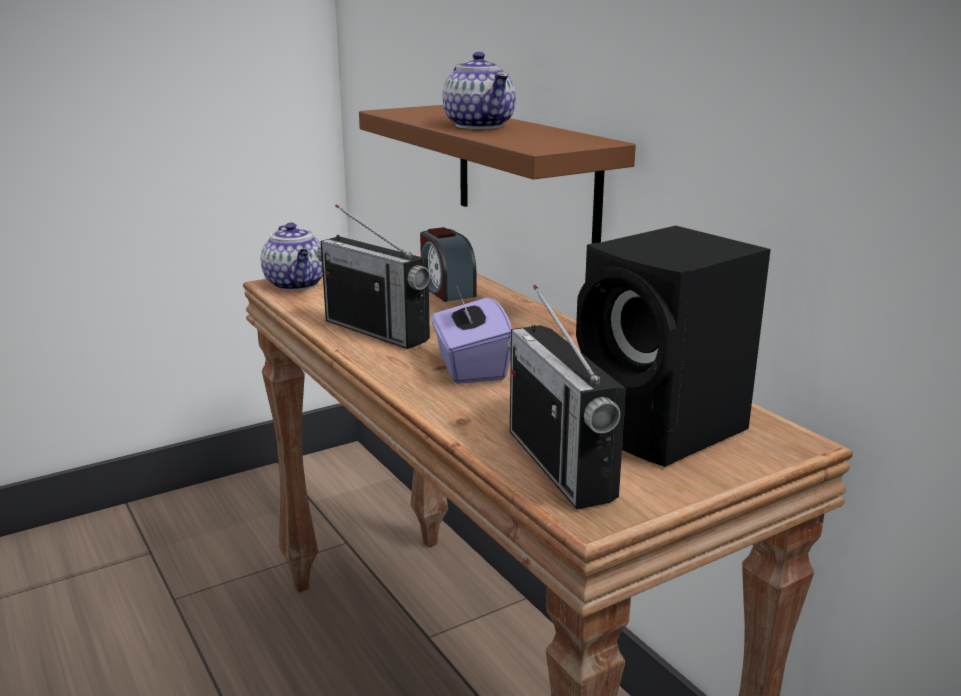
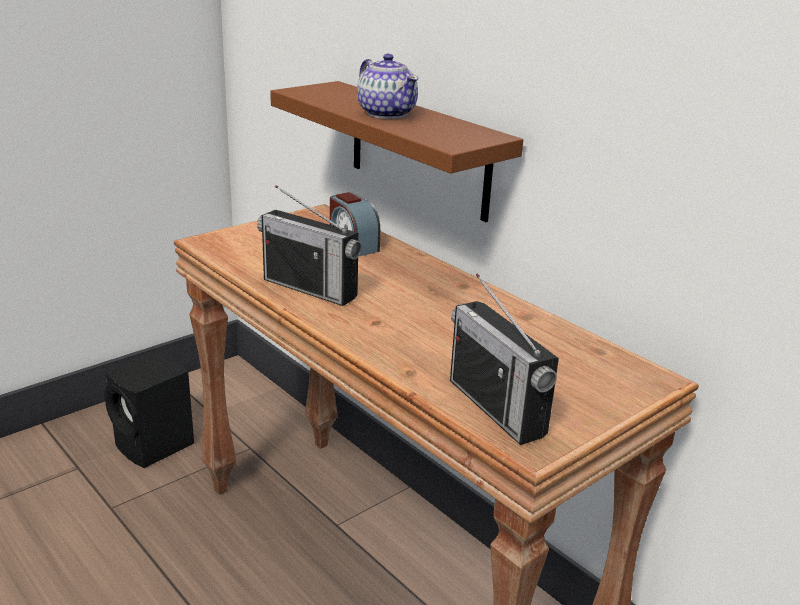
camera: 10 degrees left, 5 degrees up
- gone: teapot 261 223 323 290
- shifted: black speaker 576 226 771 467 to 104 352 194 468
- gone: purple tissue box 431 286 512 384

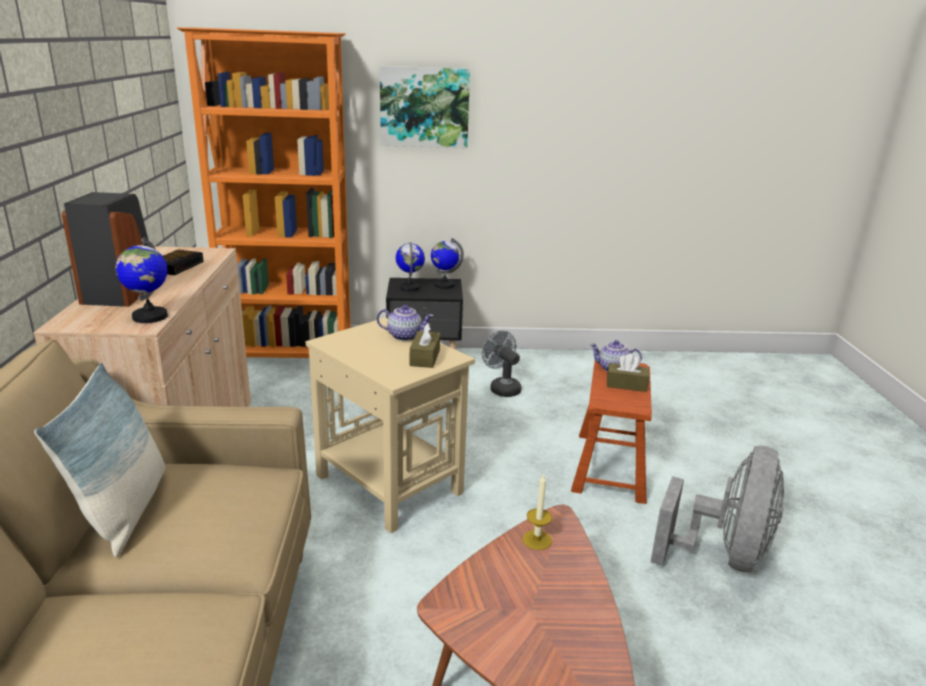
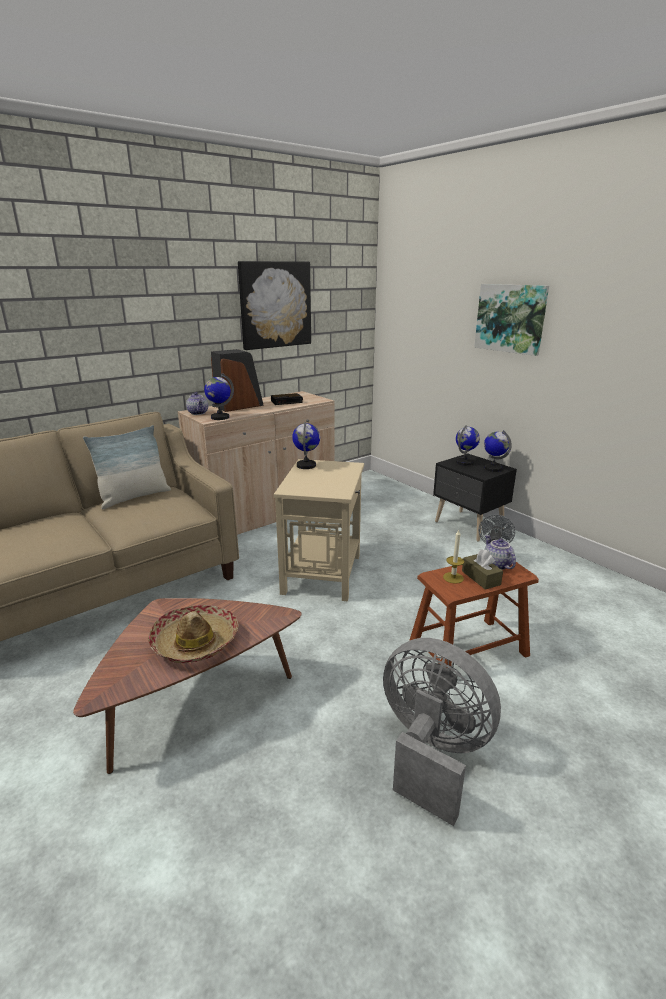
camera: 55 degrees right, 0 degrees up
- gone: orange bookcase 177 27 351 358
- shifted: teapot 377 305 433 341 to 186 392 208 415
- gone: brown tissue box 410 323 440 368
- rotated: grey fan 651 446 784 572 = 383 638 501 826 135 degrees counterclockwise
- shifted: candle 522 473 552 550 to 443 530 464 584
- new: picture 238 261 311 350
- new: globe 292 422 320 469
- new: hat 148 605 239 663

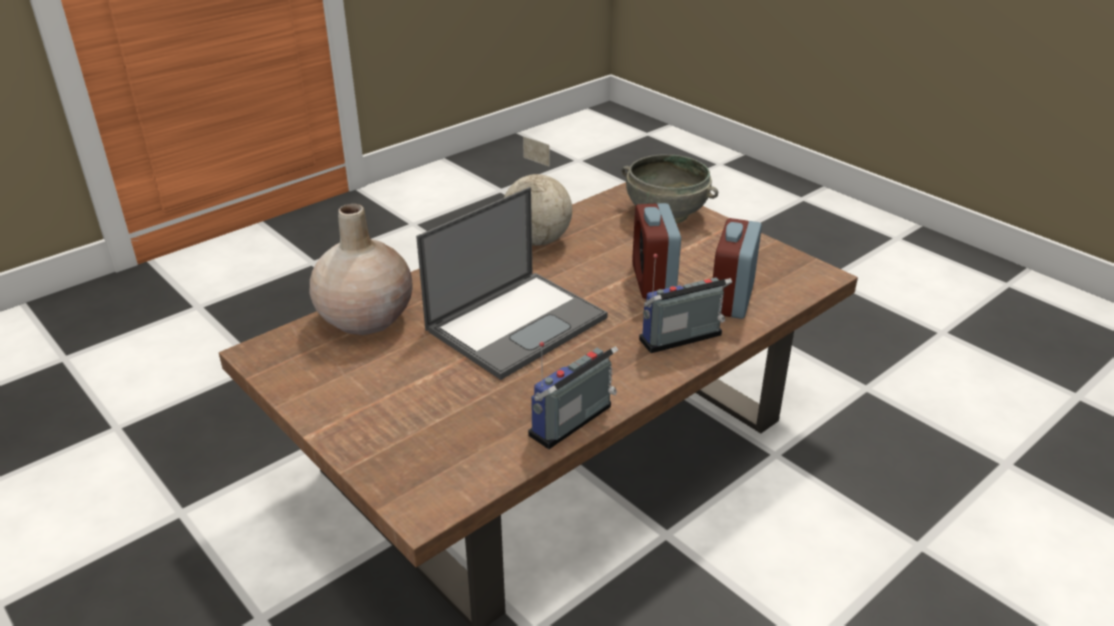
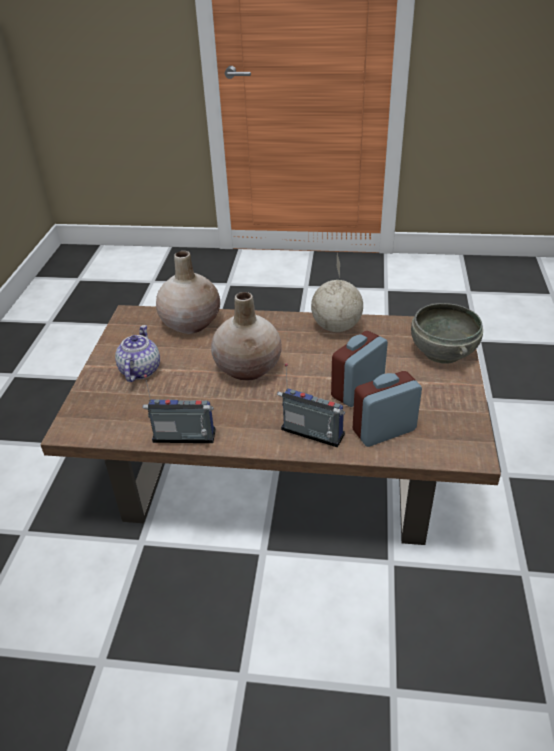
camera: 50 degrees right, 5 degrees up
- swapped: laptop 416 187 608 380 to beige vase 211 292 282 381
- new: teapot 115 325 160 382

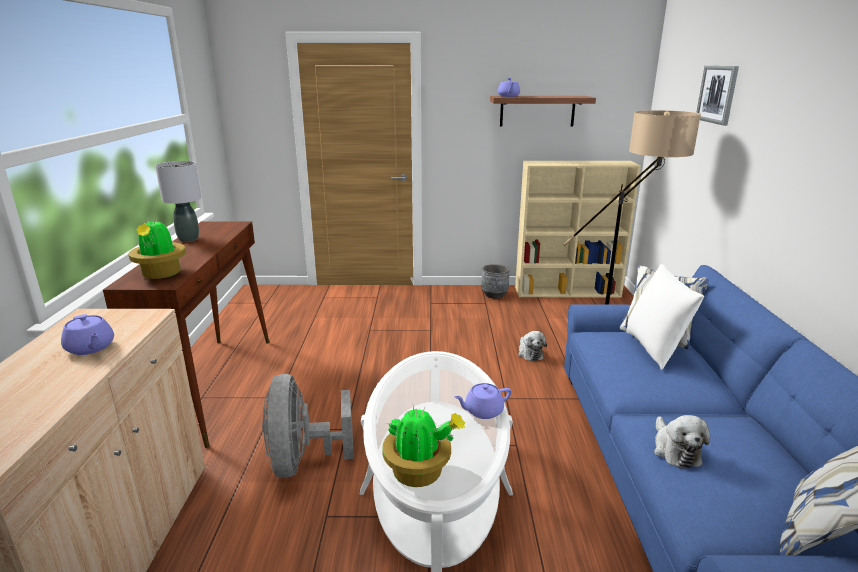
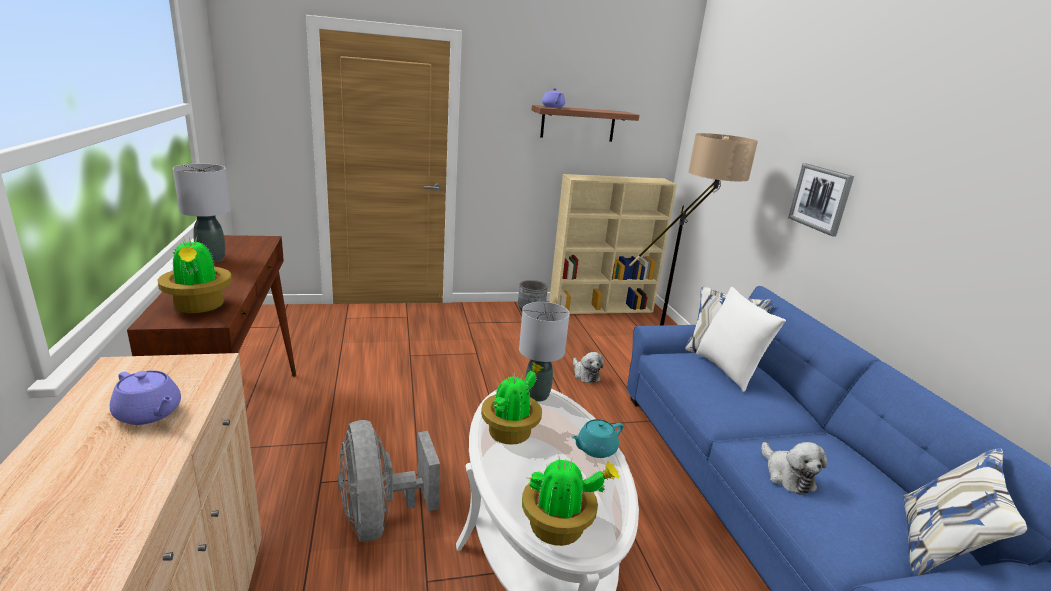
camera: 15 degrees left, 0 degrees up
- shifted: picture 696 66 739 125 to 788 163 854 237
- repainted: purple teapot 454 383 512 419 to turquoise teapot 572 419 623 458
- new: grey table lamp 519 302 570 402
- new: potted plant 481 362 544 445

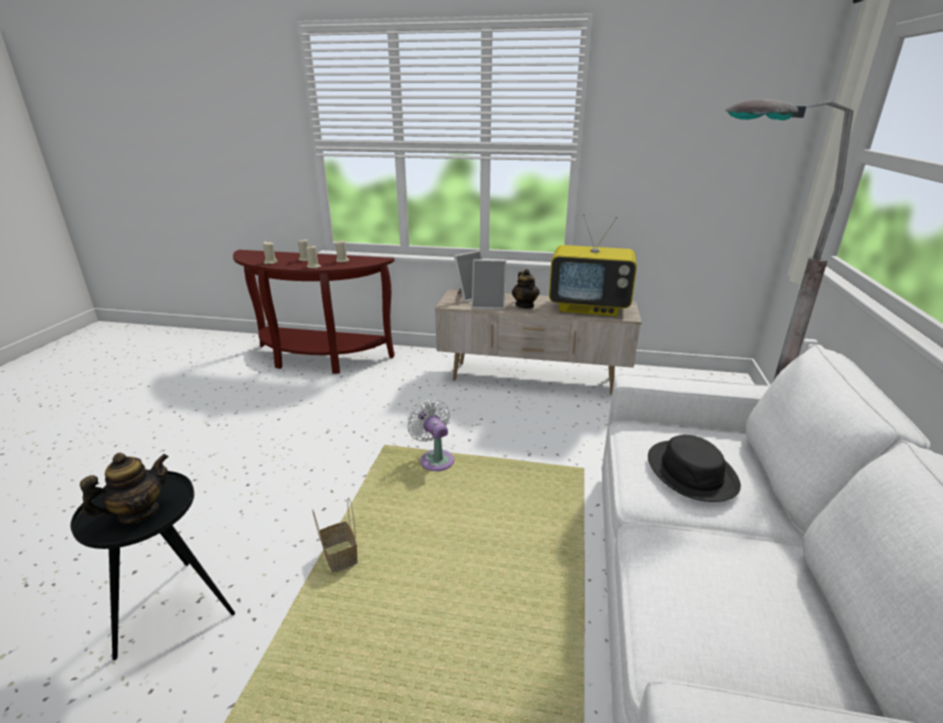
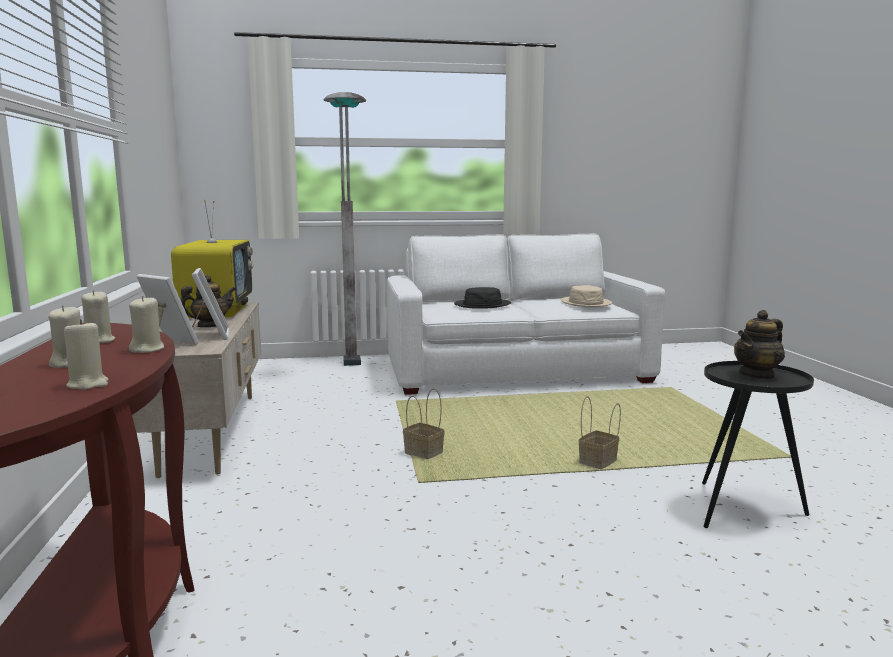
camera: 110 degrees left, 15 degrees down
- swapped: white fan 407 399 454 471 to basket 403 388 444 459
- rotated: teapot 80 452 168 524 = 734 310 785 380 60 degrees counterclockwise
- new: beige hat 561 285 612 307

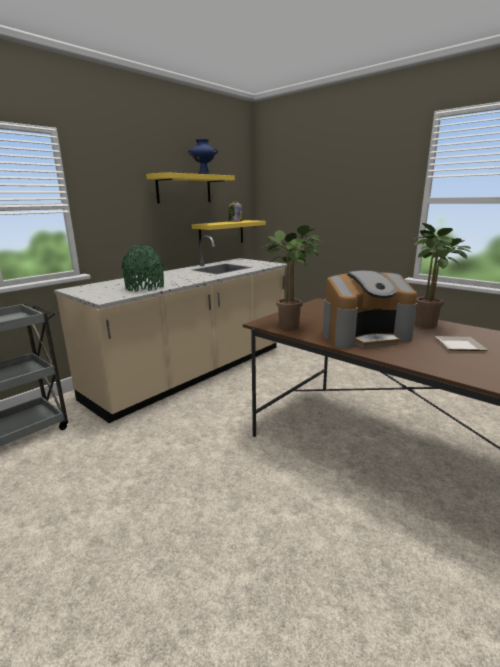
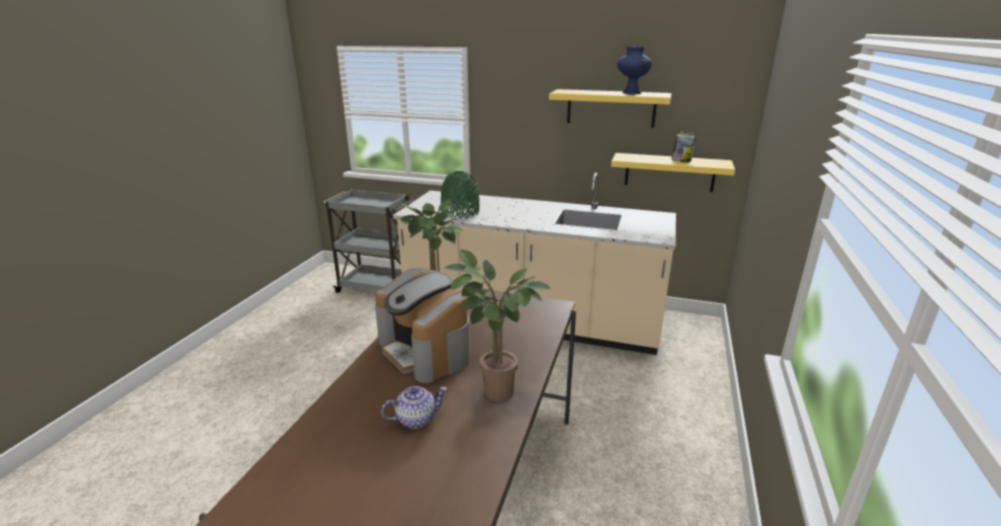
camera: 65 degrees right, 5 degrees up
- swapped: plate 435 336 488 351 to teapot 381 386 447 429

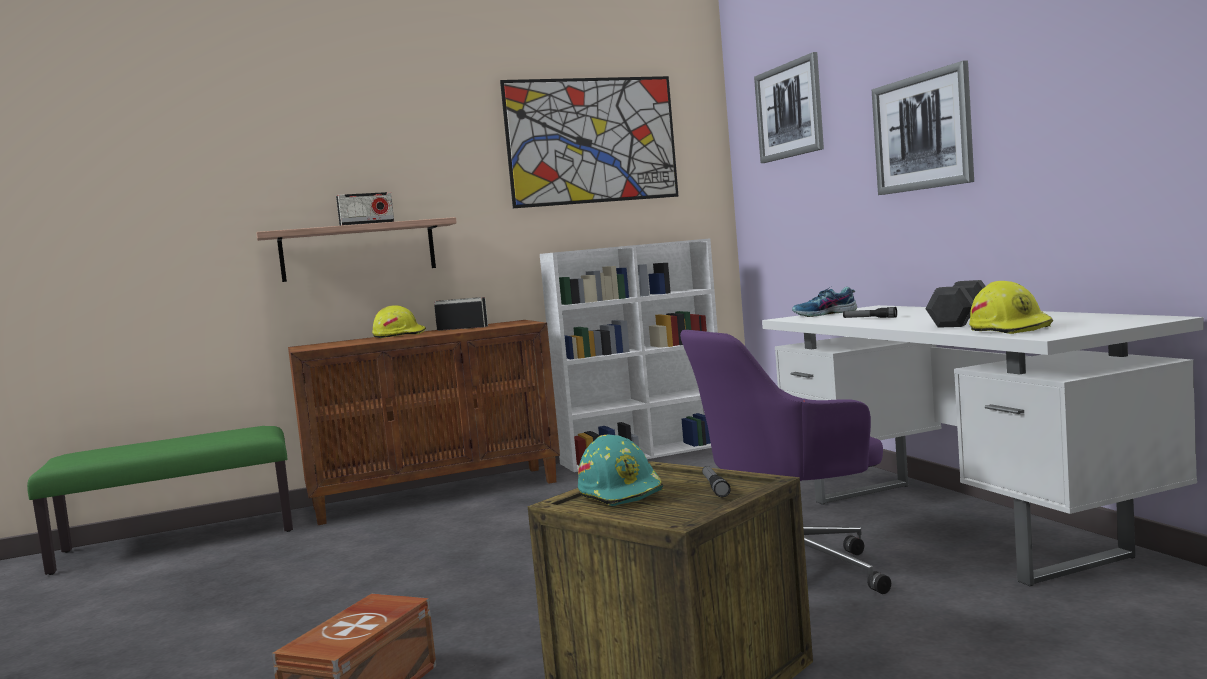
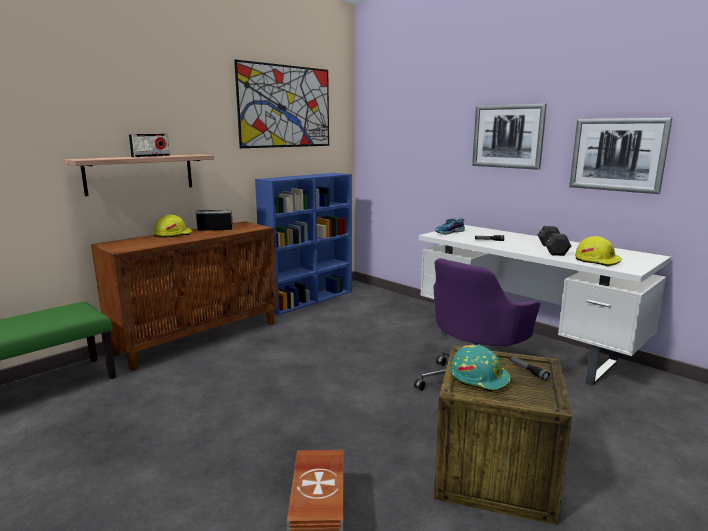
camera: 25 degrees left, 10 degrees up
- shifted: picture 754 52 824 163 to 569 118 672 194
- repainted: white bookcase 540 238 718 472 to blue bookcase 255 173 352 315

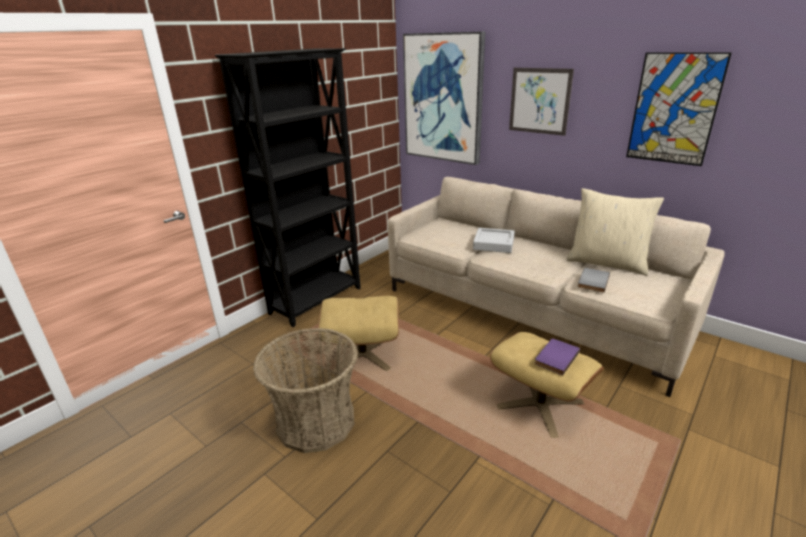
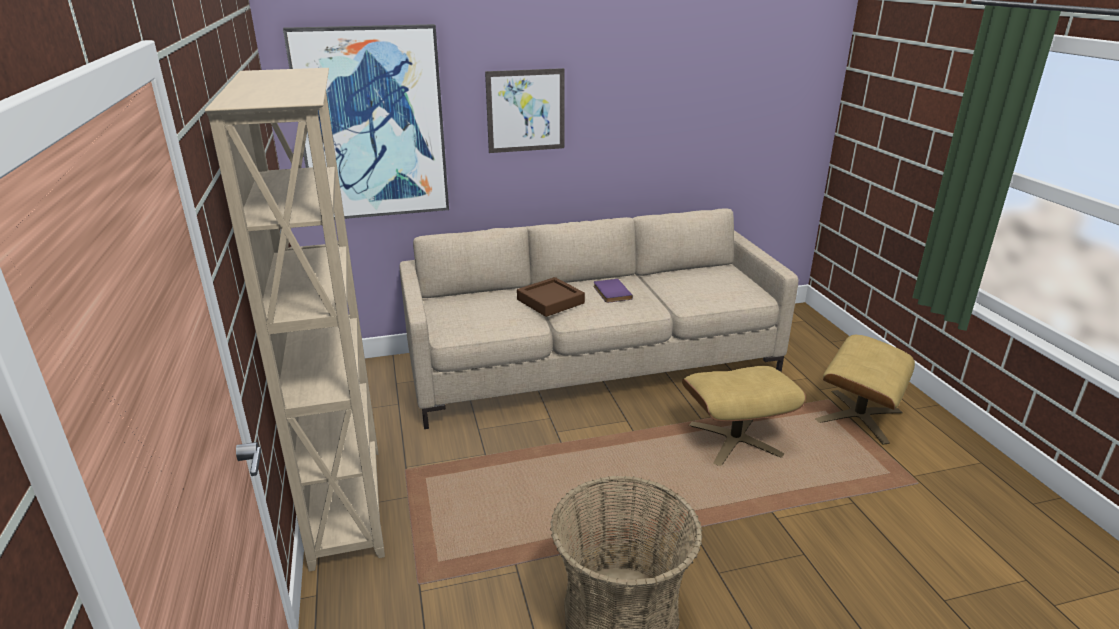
camera: 55 degrees left, 0 degrees up
- repainted: black bookcase 215 48 361 327 to beige bookcase 205 68 385 572
- gone: picture 626 52 732 166
- gone: beige pillow 567 188 664 275
- repainted: grey tray 473 228 515 253 to brown tray 517 277 585 317
- gone: grey book 578 268 610 293
- shifted: beige ottoman 317 296 399 374 to 815 335 915 445
- shifted: purple book 535 339 580 375 to 594 279 633 303

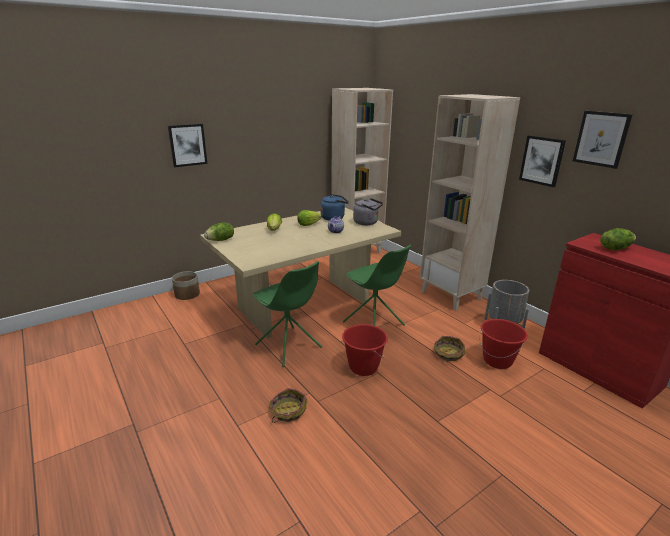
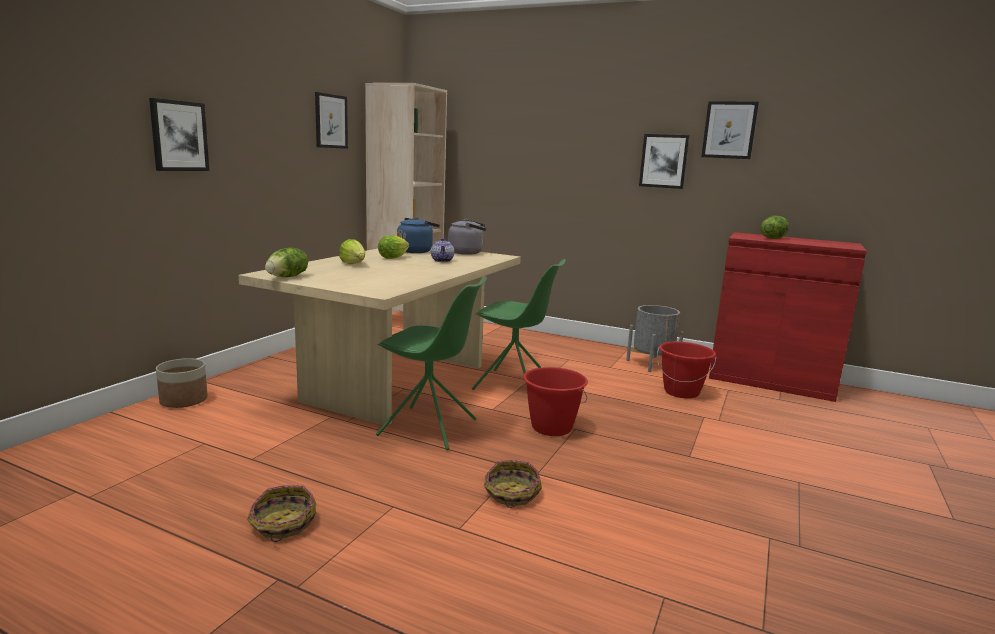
camera: 30 degrees left, 10 degrees down
- gone: beige bookcase 420 94 520 311
- shifted: basket 434 336 465 362 to 247 485 316 542
- new: picture 315 92 348 149

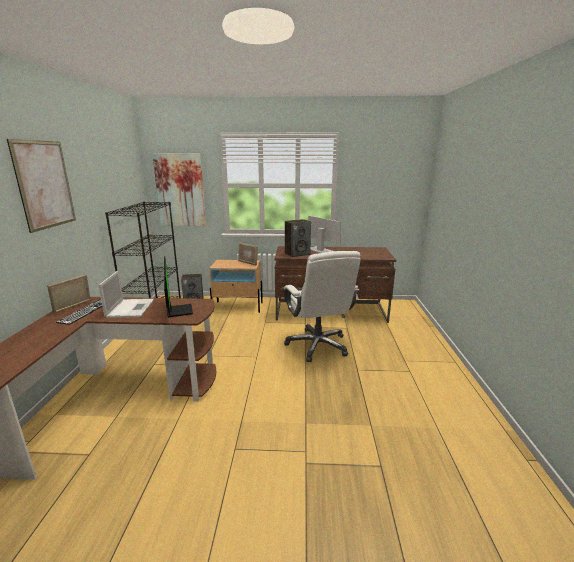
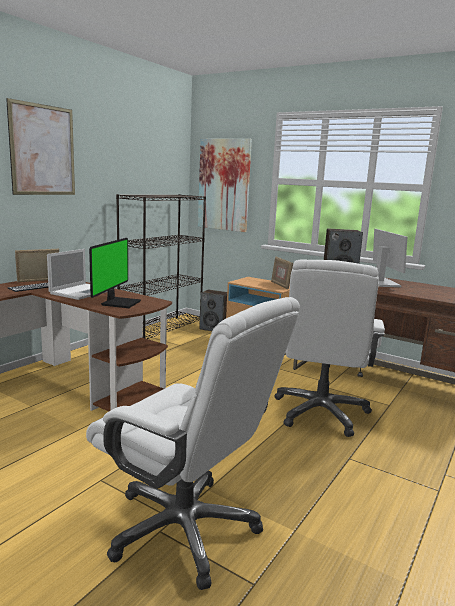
camera: 30 degrees right, 5 degrees down
- new: white office chair 86 297 300 590

